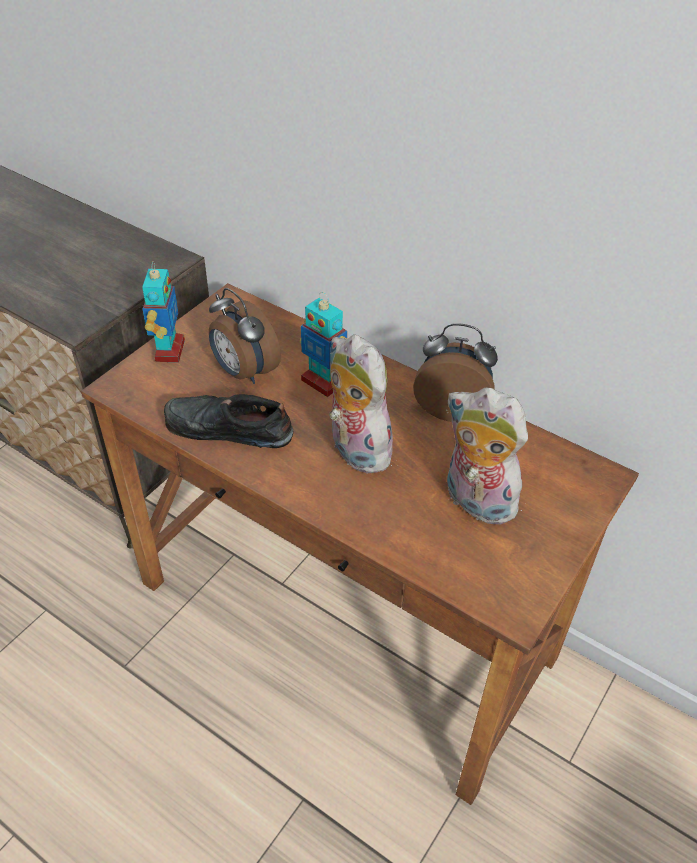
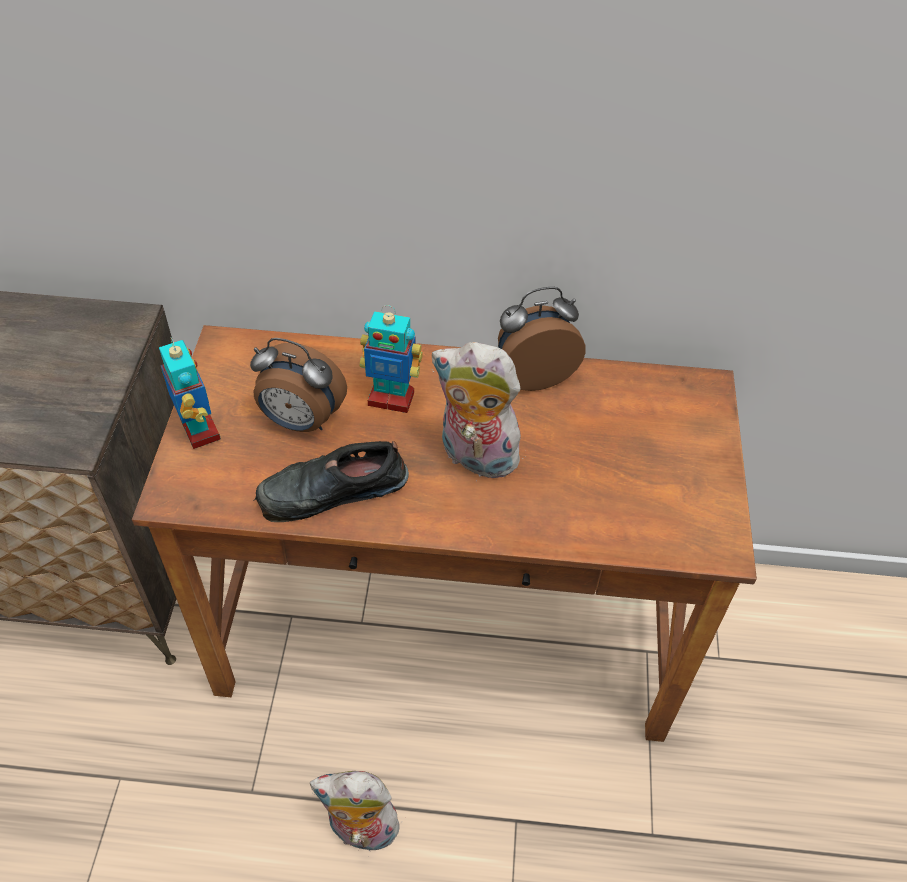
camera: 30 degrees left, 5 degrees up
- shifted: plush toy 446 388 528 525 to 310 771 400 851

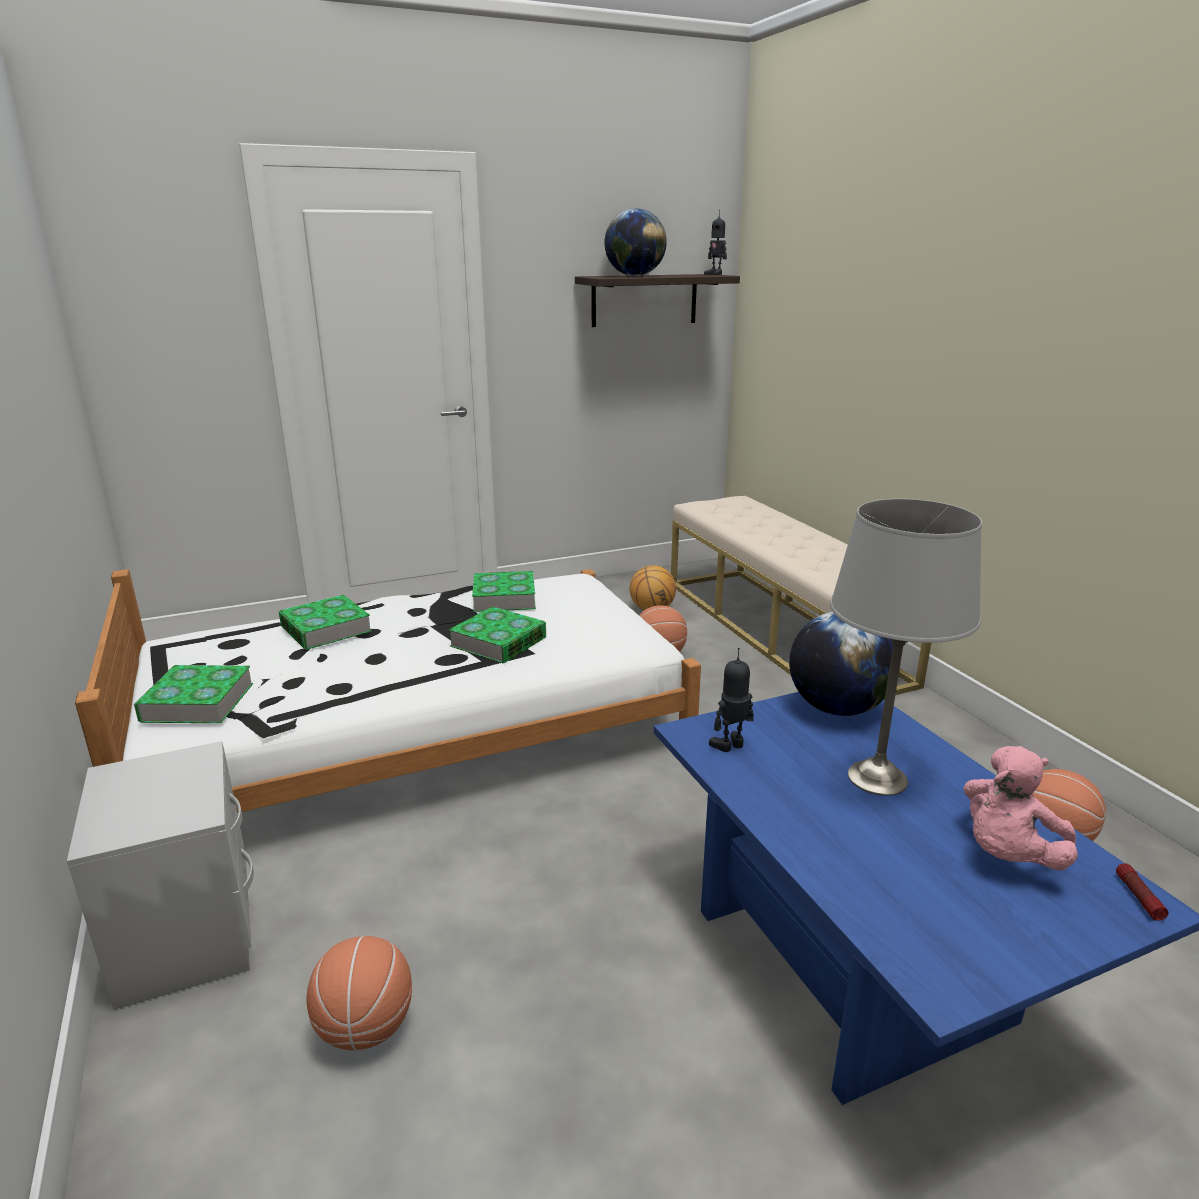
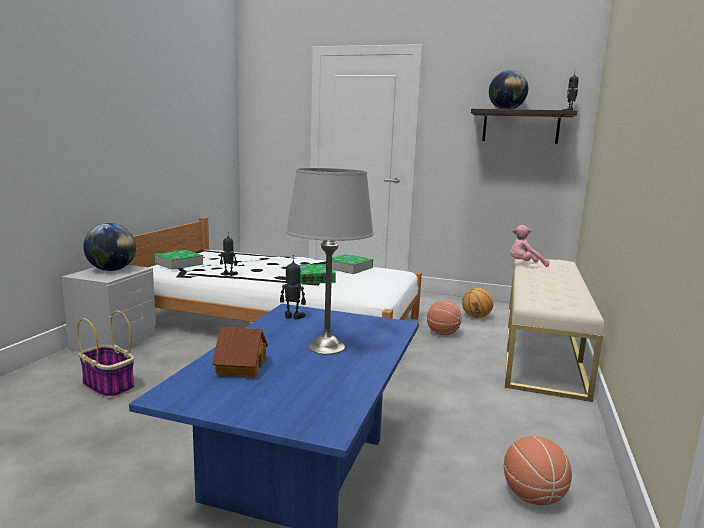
camera: 40 degrees right, 10 degrees down
- gone: book 279 594 372 650
- shifted: globe 789 612 893 716 to 83 223 136 271
- shifted: pink plush toy 963 746 1078 870 to 510 225 549 267
- gone: flashlight 1116 864 1168 921
- swapped: basketball 306 936 412 1050 to basket 77 310 135 399
- new: toy robot 220 236 238 276
- new: toy house 212 327 268 378

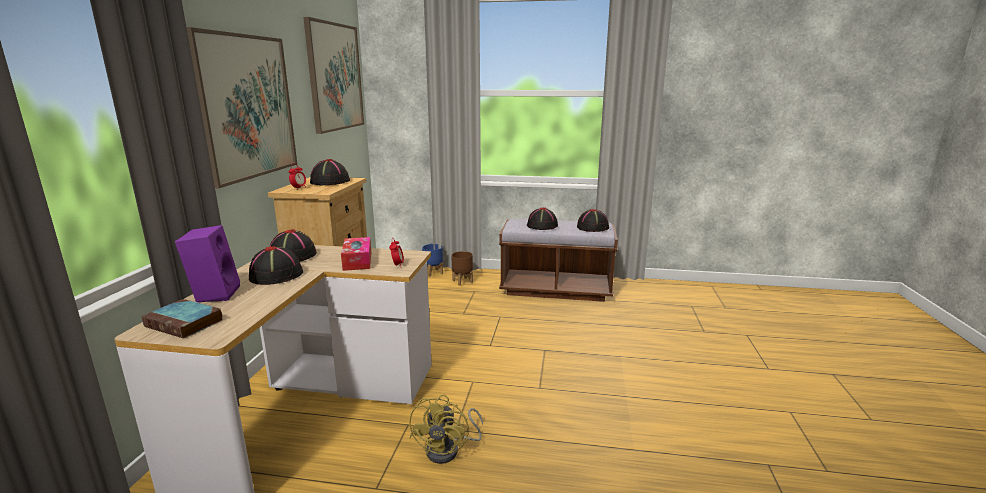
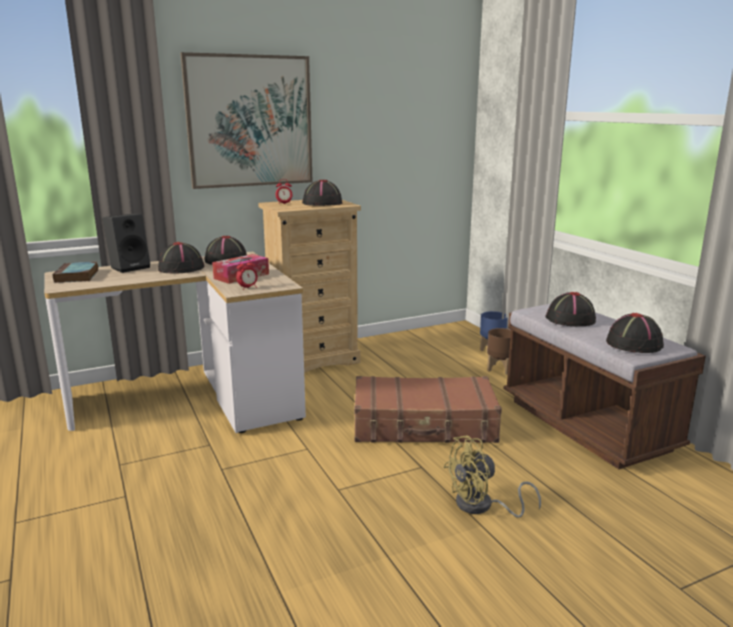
camera: 55 degrees right, 0 degrees up
- gone: picture 303 17 364 134
- repainted: purple speaker 175 225 240 302 to black speaker 102 214 150 273
- shifted: yellow fan 409 395 483 464 to 443 436 541 518
- new: brown suitcase 354 376 502 443

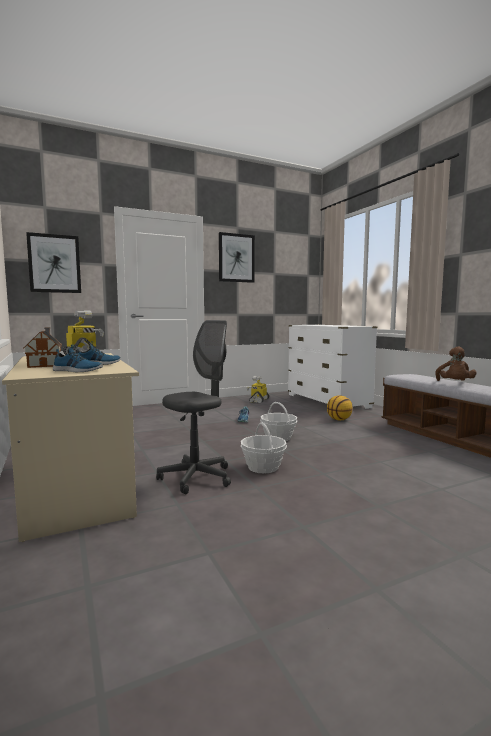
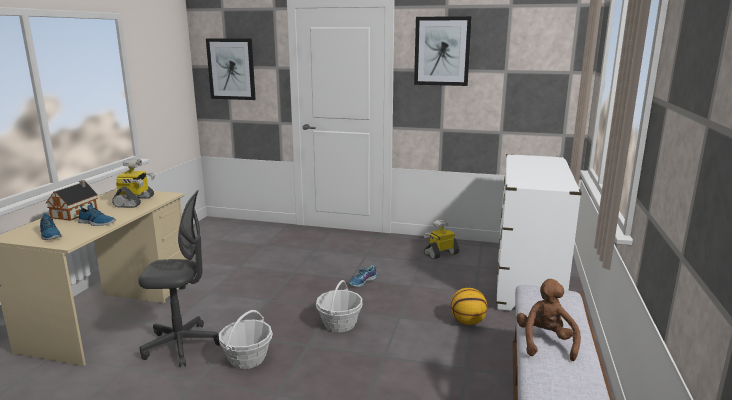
camera: 40 degrees right, 10 degrees up
- rotated: brown plush toy 435 346 477 381 = 516 279 581 361 135 degrees clockwise

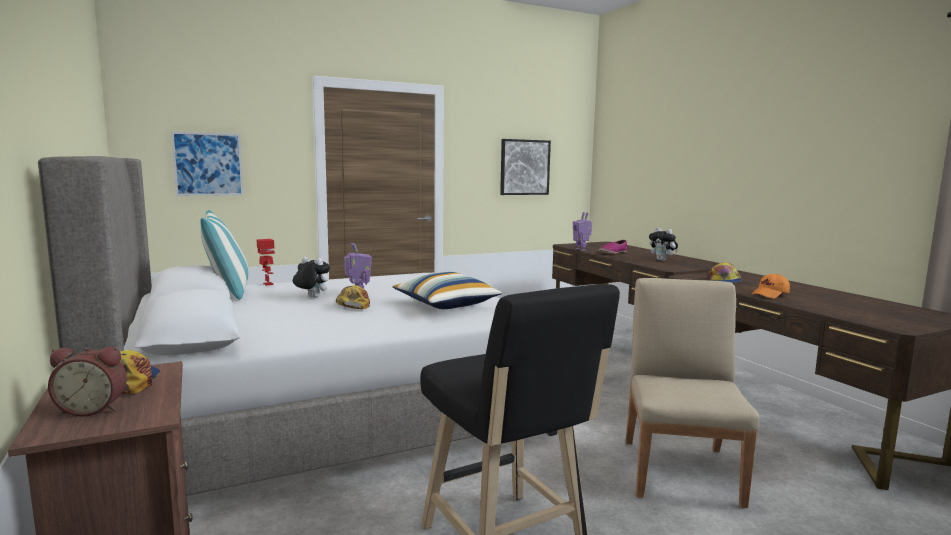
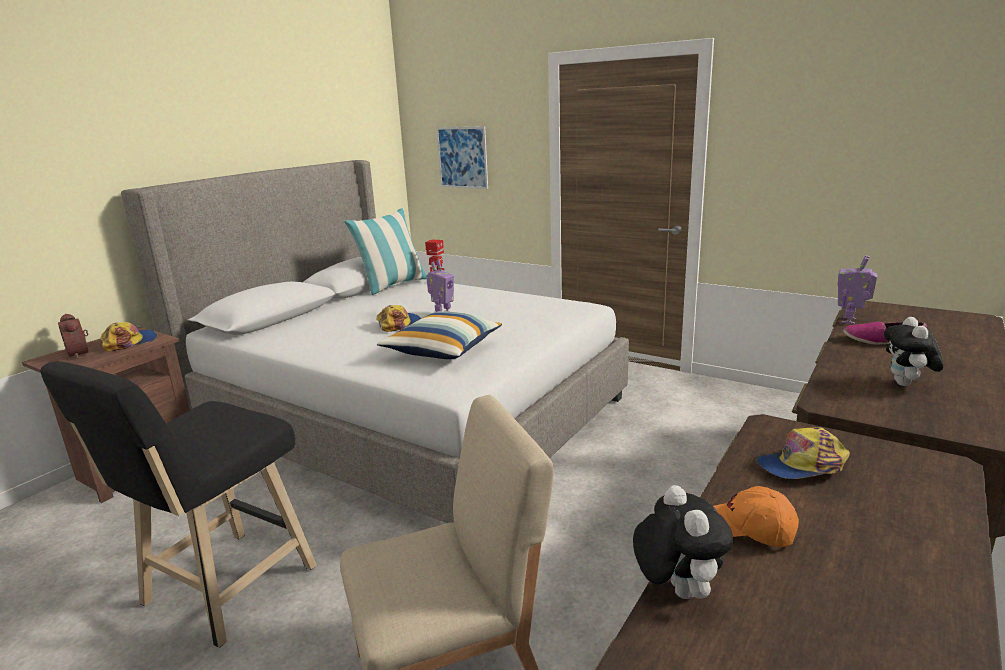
camera: 60 degrees right, 10 degrees up
- gone: picture 500 139 551 195
- shifted: plush toy 293 257 331 298 to 633 485 733 599

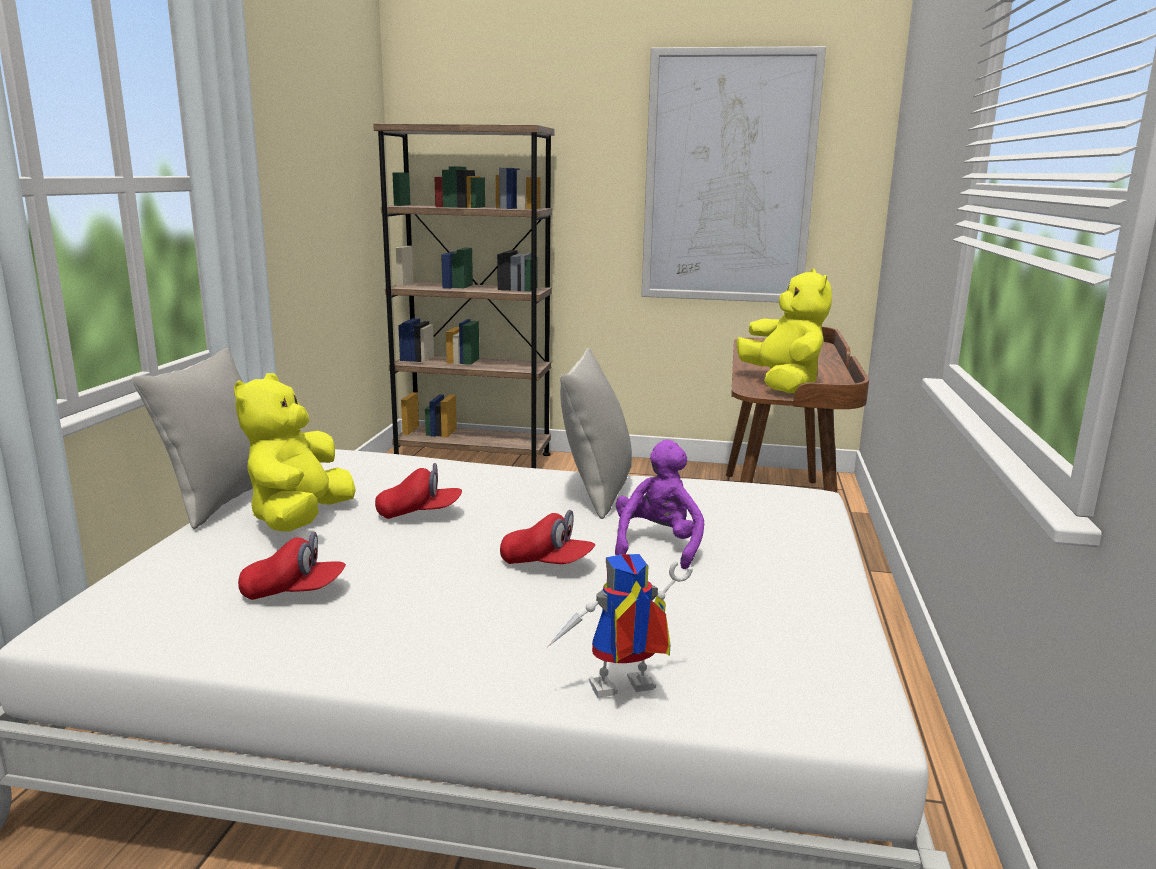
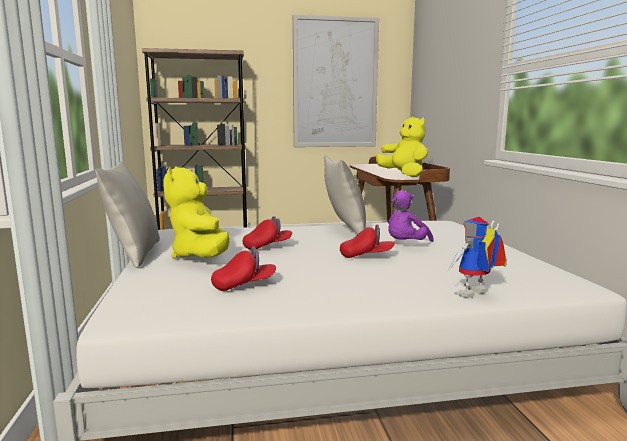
camera: 20 degrees left, 5 degrees down
- rotated: purple plush toy 615 440 704 569 = 388 190 434 242 135 degrees counterclockwise

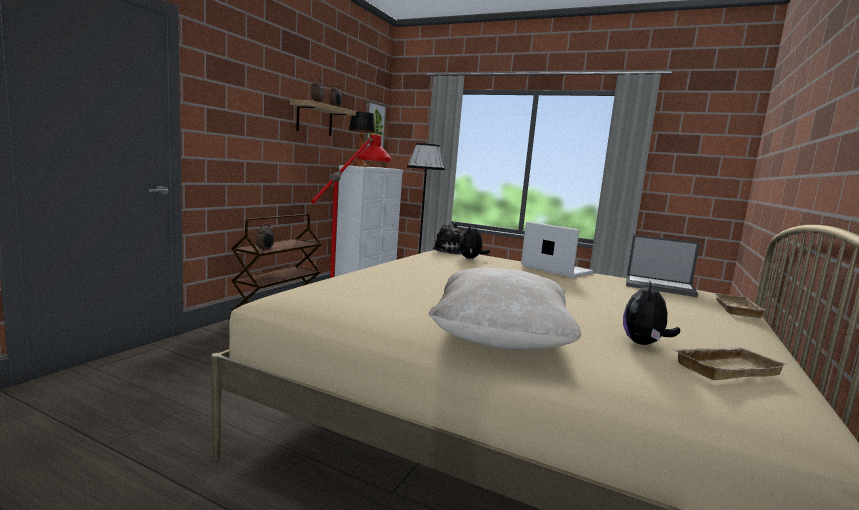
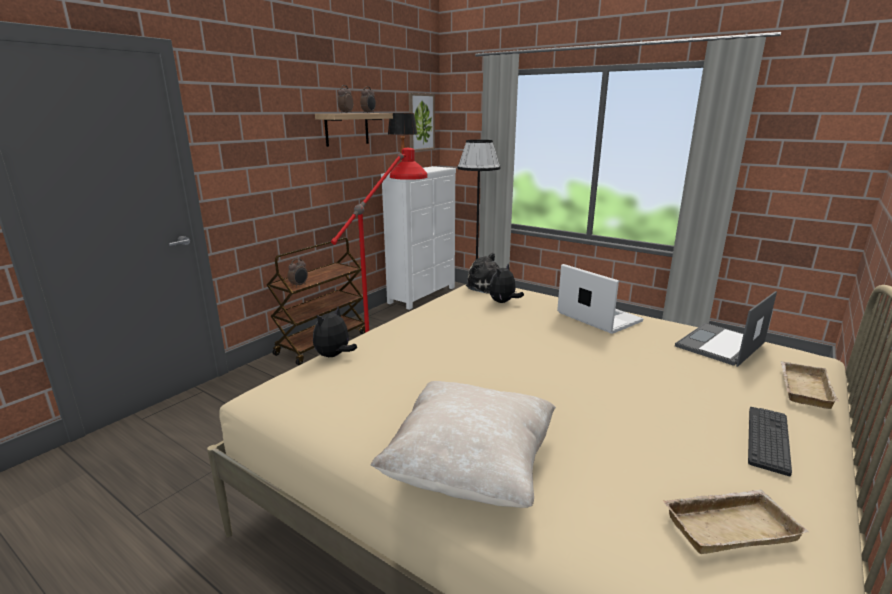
camera: 10 degrees right, 10 degrees up
- rotated: laptop 626 235 700 297 = 675 291 777 367 105 degrees clockwise
- shifted: plush toy 623 282 680 345 to 313 306 357 357
- new: keyboard 748 407 792 476

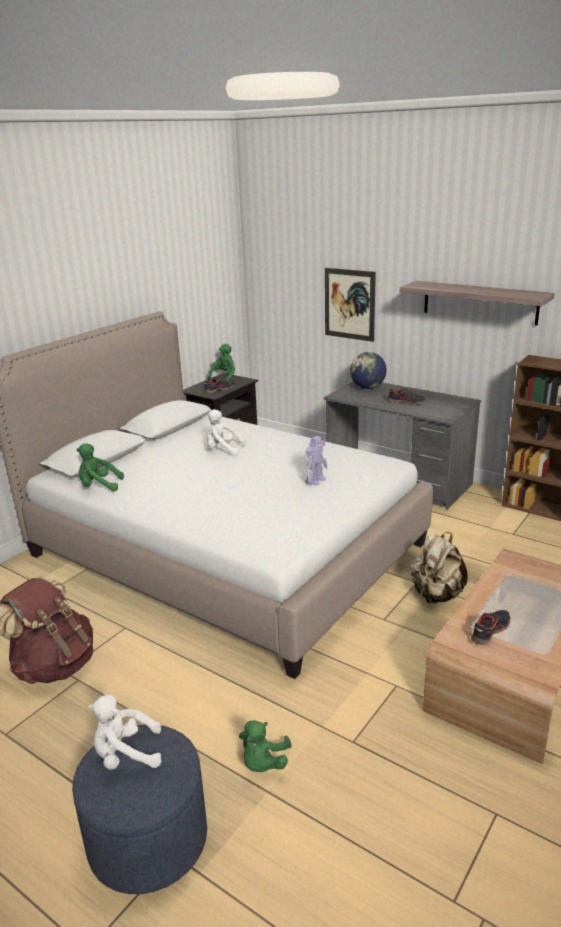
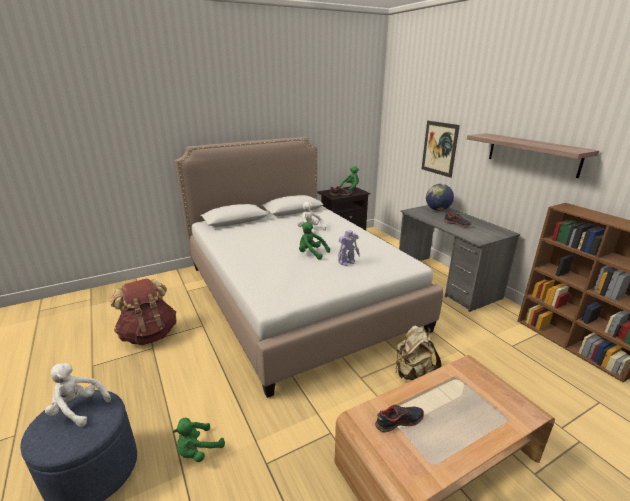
camera: 25 degrees right, 0 degrees up
- shifted: green plush toy 76 443 124 492 to 299 222 330 260

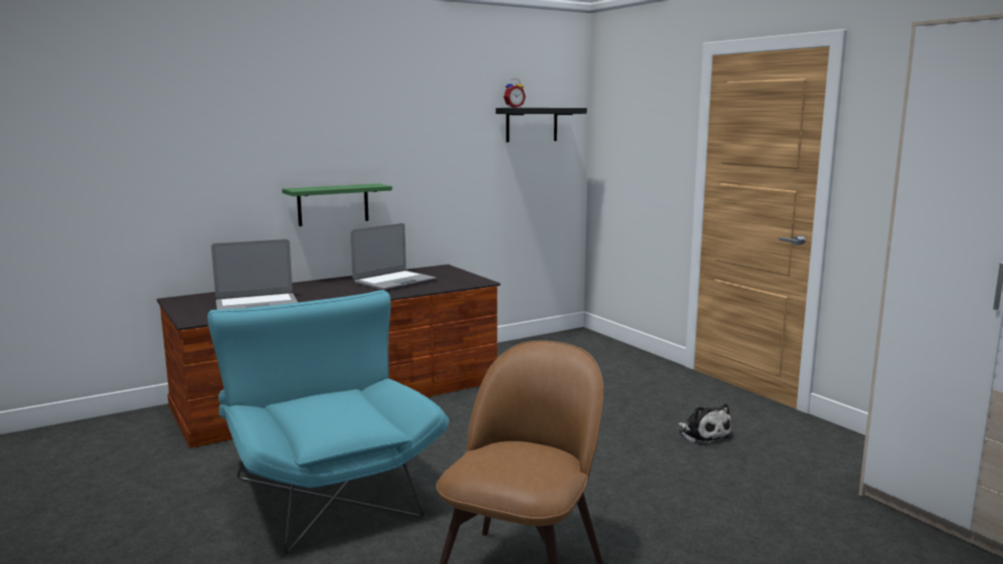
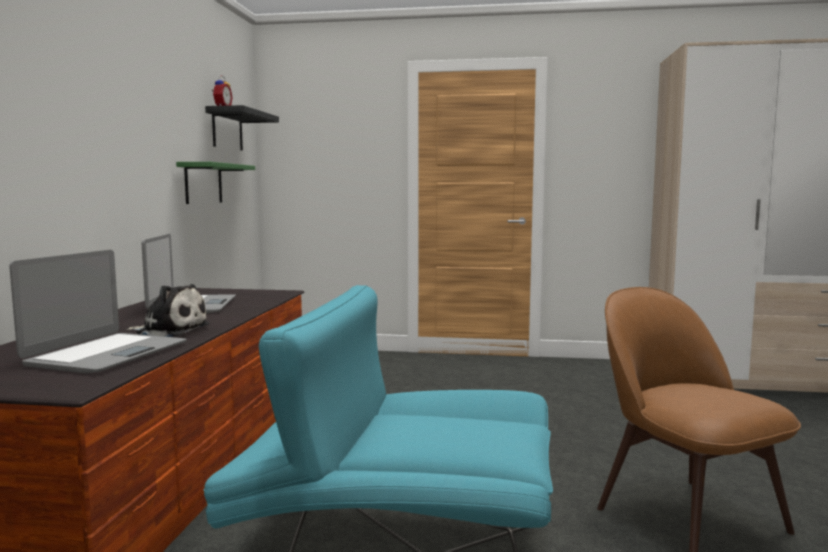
camera: 50 degrees left, 5 degrees down
- shifted: green shelf 282 184 392 226 to 176 162 255 204
- shifted: plush toy 678 404 732 445 to 126 284 209 337

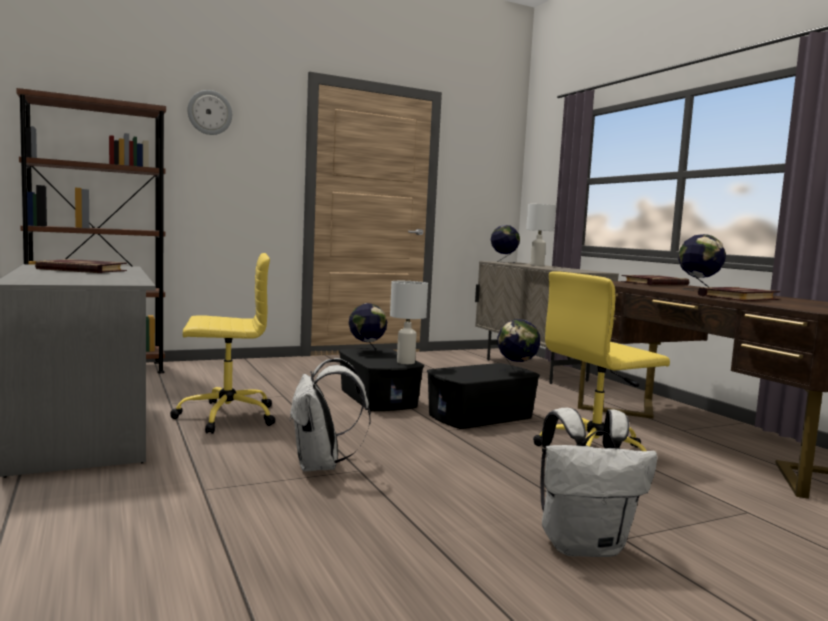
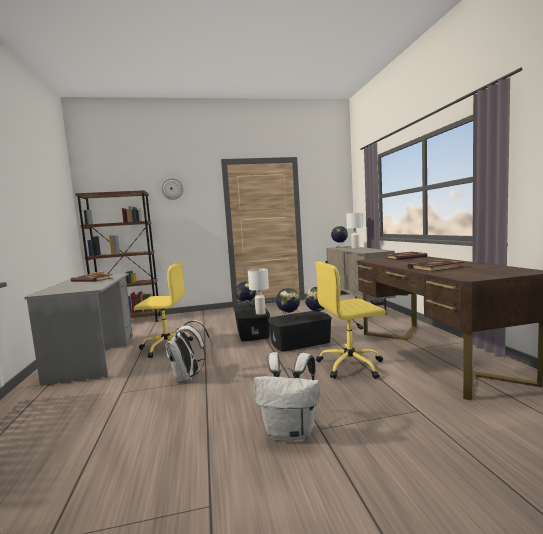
camera: 15 degrees right, 0 degrees up
- shifted: globe 678 234 726 291 to 276 288 300 321

